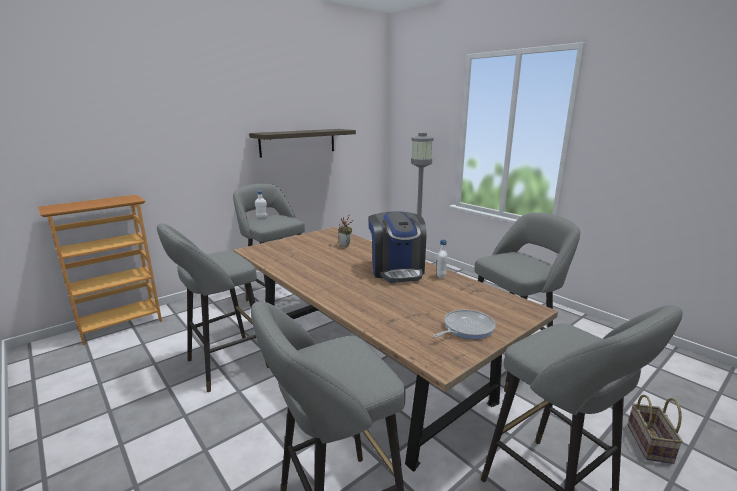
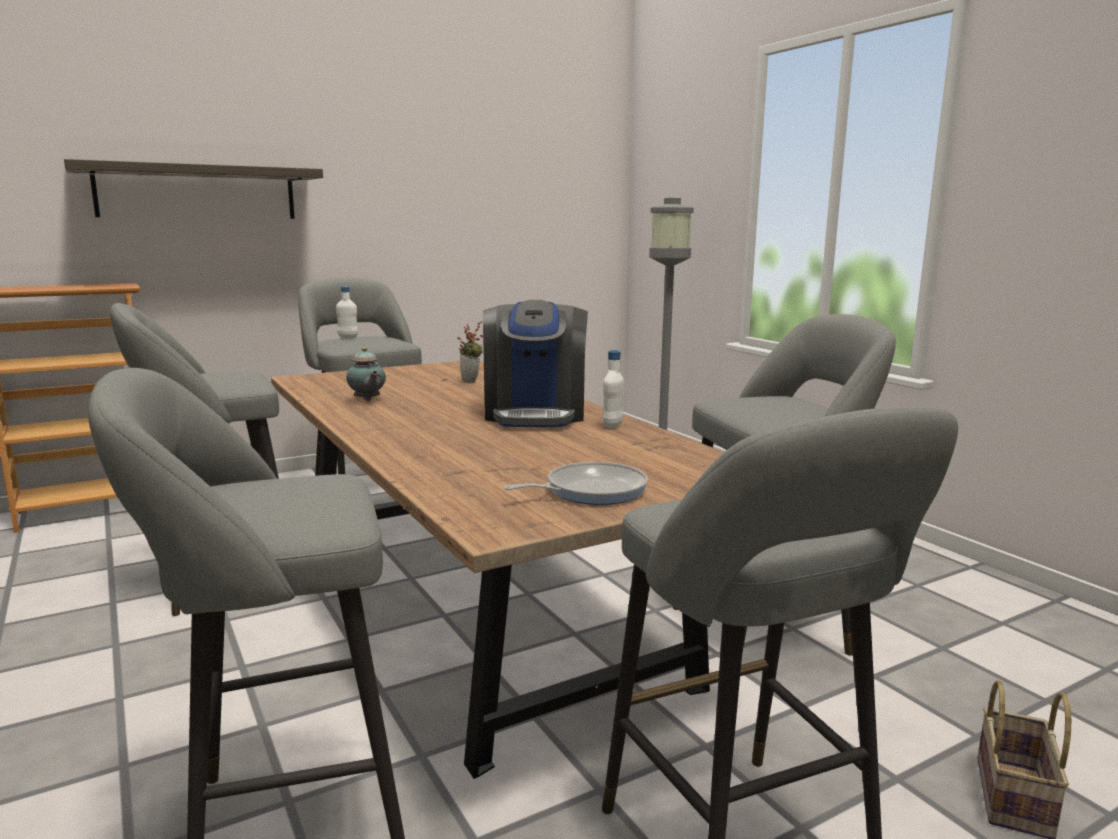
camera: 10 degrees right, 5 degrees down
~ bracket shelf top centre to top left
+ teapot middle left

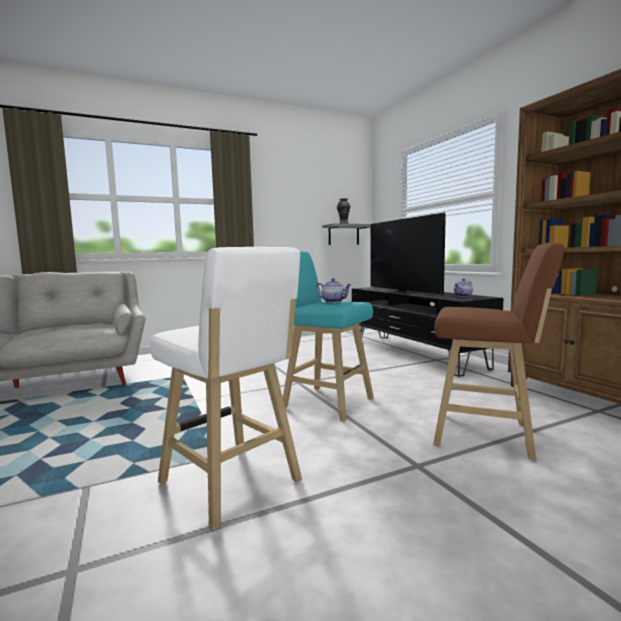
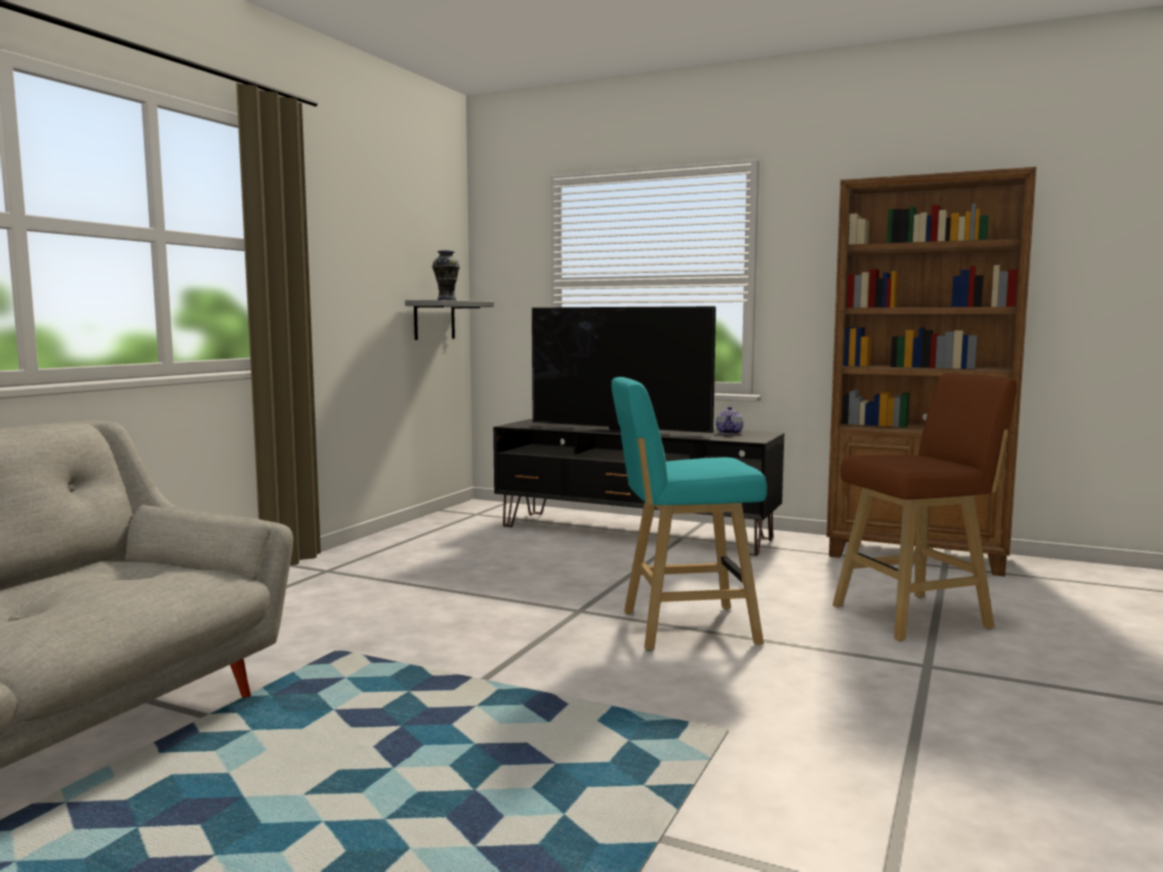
camera: 40 degrees left, 0 degrees up
- white stool seat centre
- teapot (no. 1 from left) centre

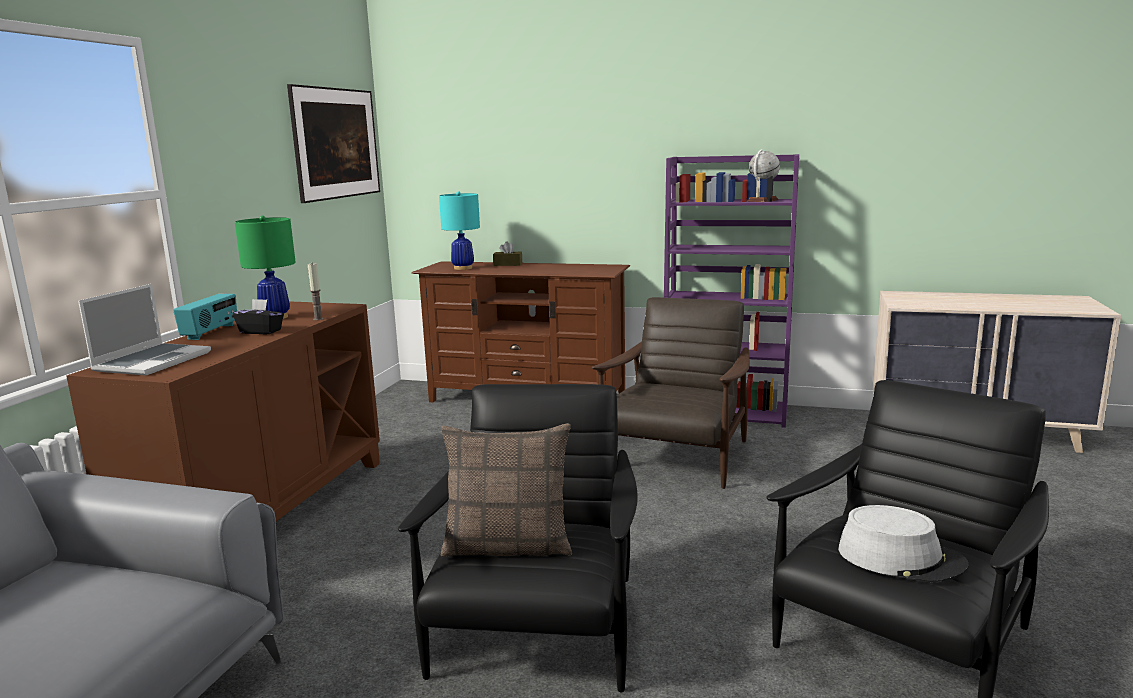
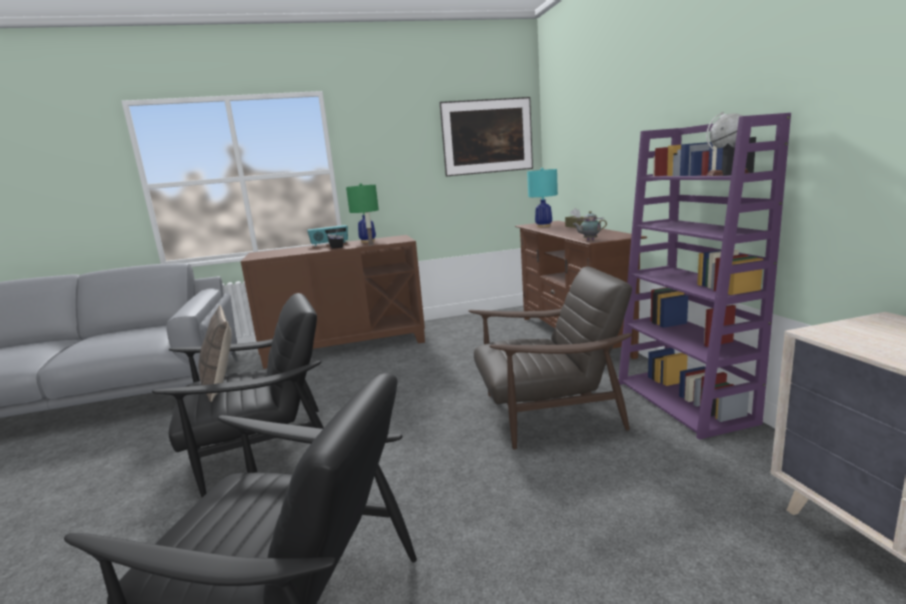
camera: 60 degrees right, 0 degrees up
+ teapot centre
- portable computer middle left
- greyish wearable hat bottom right

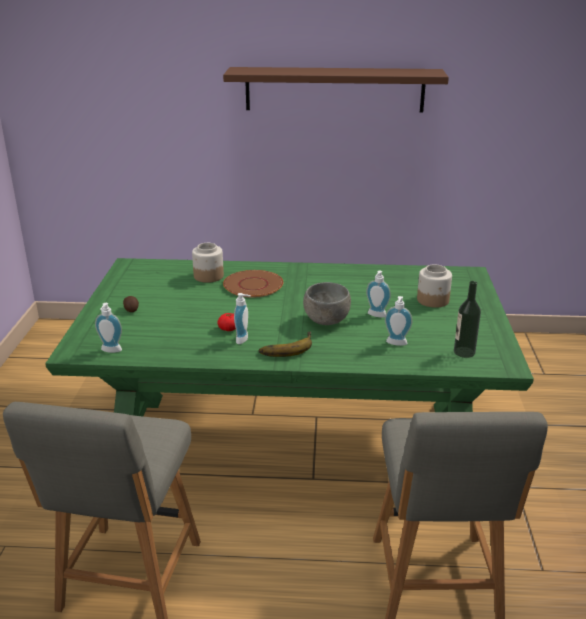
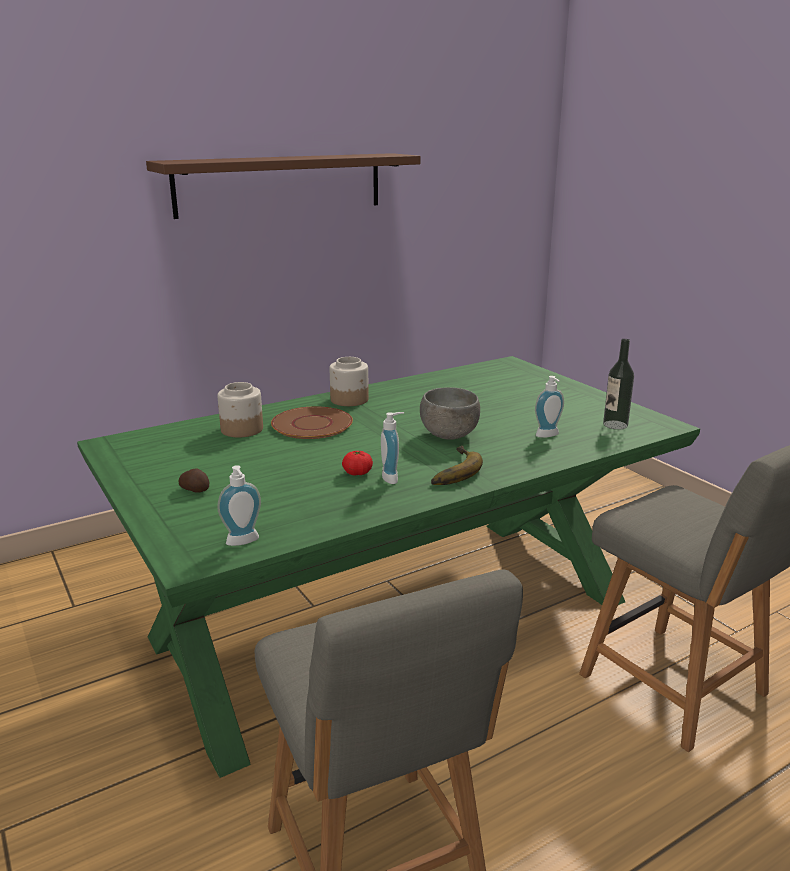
camera: 35 degrees left, 5 degrees down
~ preserve jar (no. 2 from left) middle right to centre
- soap dispenser (no. 3 from left) centre

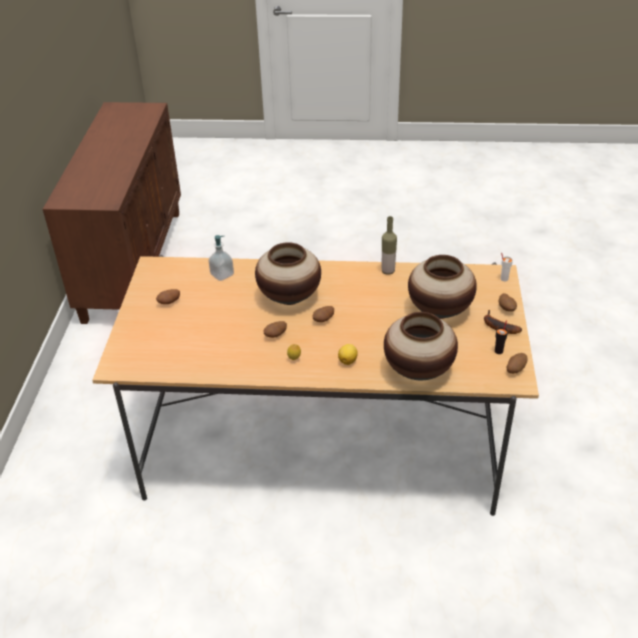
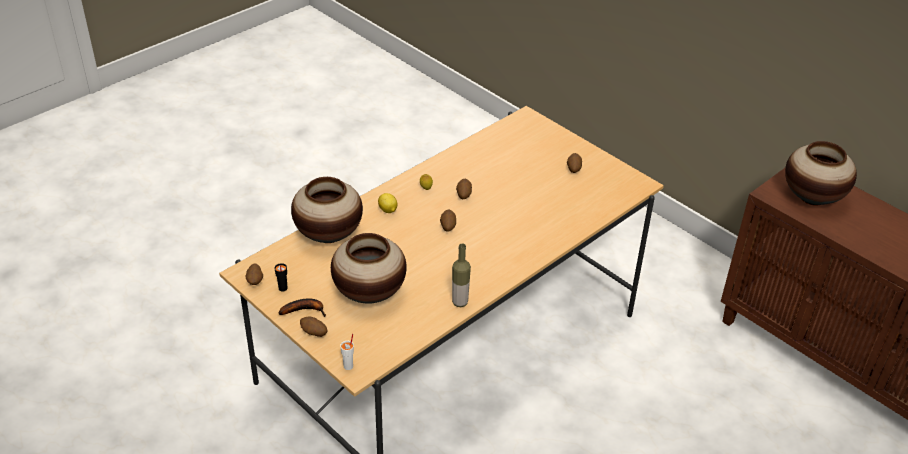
camera: 130 degrees right, 0 degrees up
~ flower vase (no. 1 from left in the first image) centre to flower vase (no. 3 from left) middle right
- soap dispenser centre

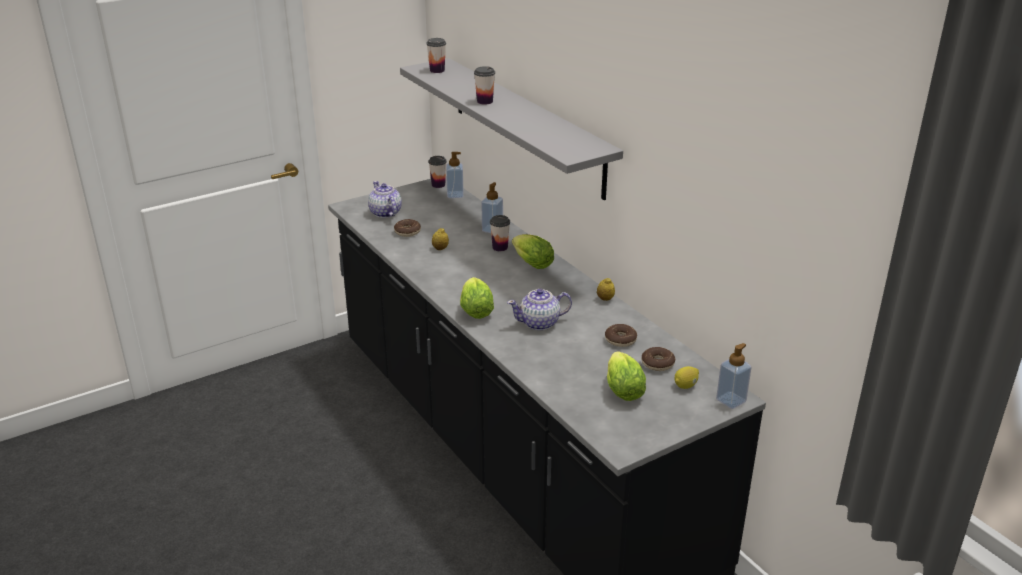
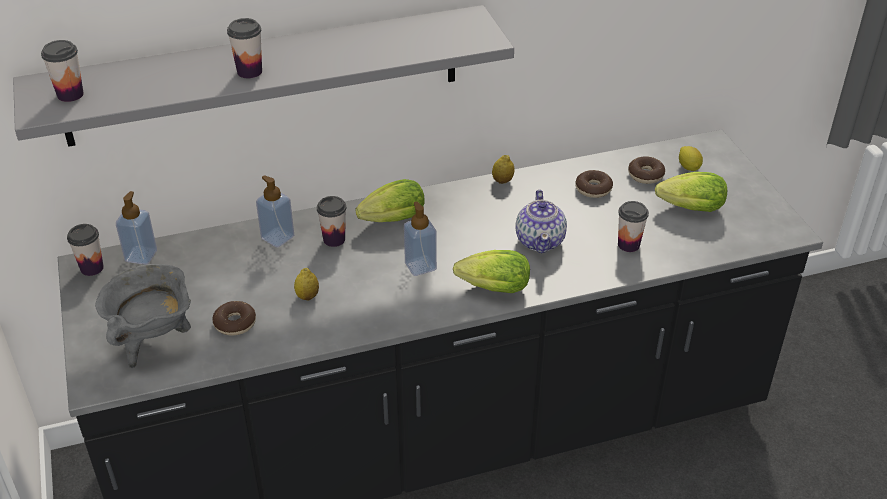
camera: 75 degrees left, 10 degrees up
~ teapot (no. 1 from left) centre to greyish stockpot middle left
~ soap dispenser (no. 3 from left) middle right to centre
+ small cup (no. 5 from left) middle right

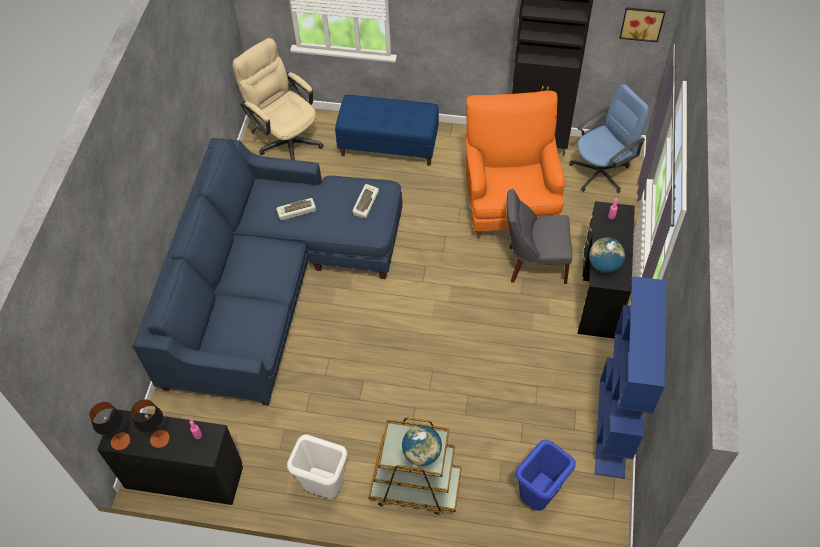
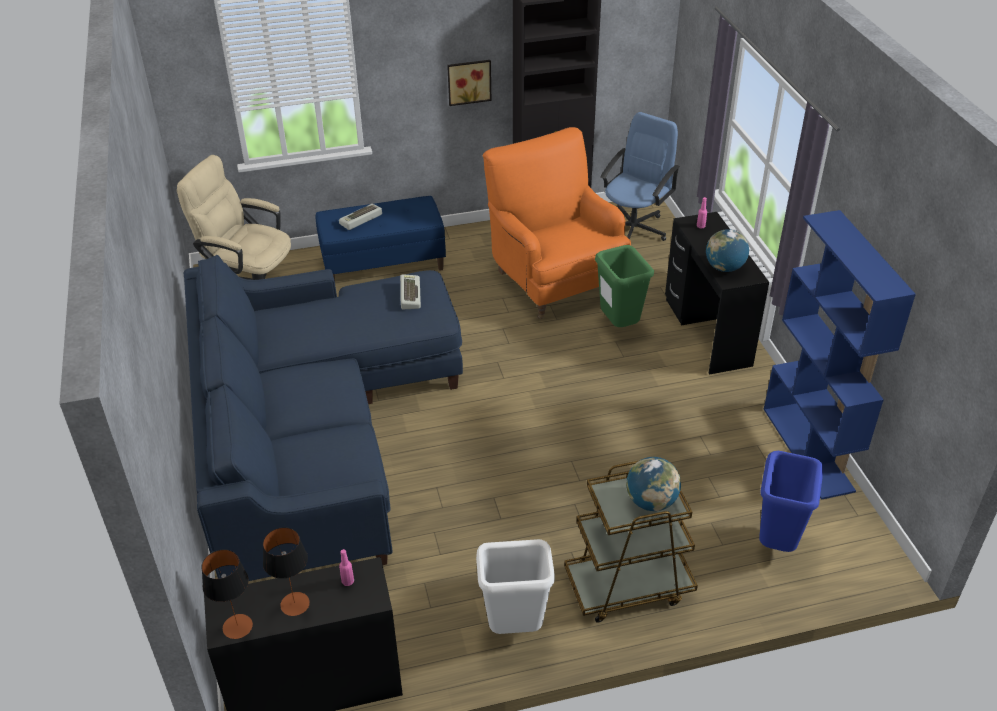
camera: 25 degrees left, 15 degrees down
~ computer keyboard (no. 1 from left) centre to top centre
~ picture top right to top centre
~ greyish chair centre to green rubbish bin centre

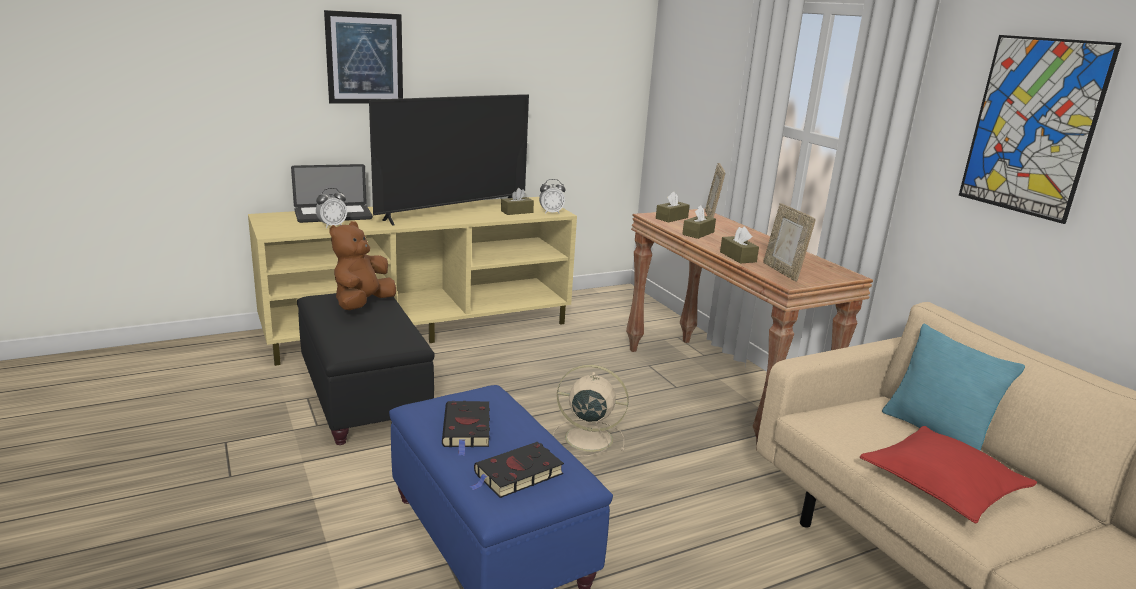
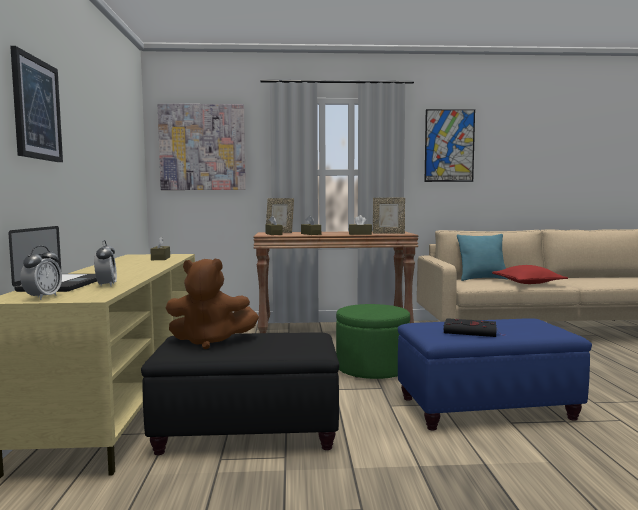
camera: 65 degrees left, 15 degrees down
~ bedside clock (no. 2 from left in the first image) top centre to bedside clock (no. 1 from left) middle left
+ picture (no. 2 from left) top left
~ brown-coloured plush toy middle left = middle left 45 degrees counterclockwise
~ sand-coloured fan bottom centre to green pouffe bottom centre
- TV set top centre
- black-coloured bound book (no. 2 from left) bottom centre

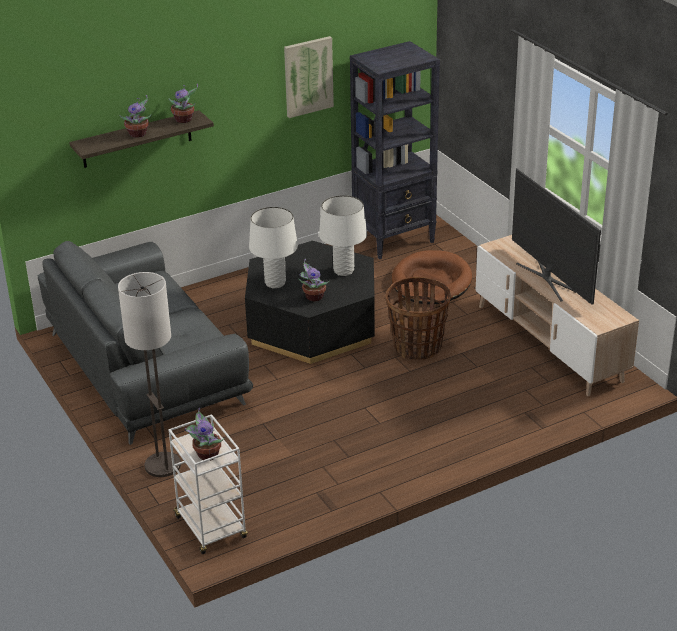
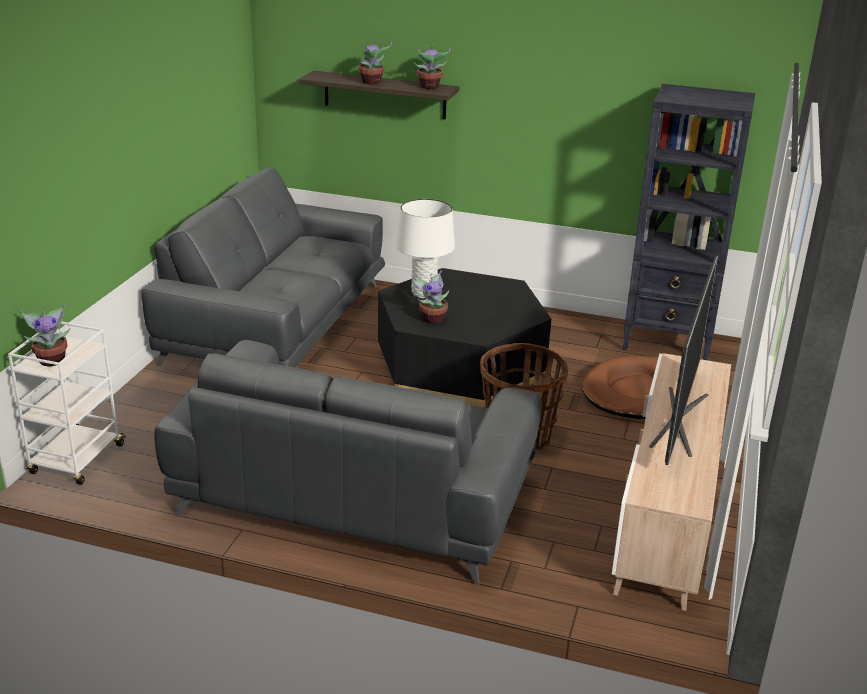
camera: 45 degrees right, 5 degrees down
+ greyish sofa (no. 2 from left) centre
- standing lamp middle left
- picture top centre
- white table lamp (no. 2 from left) centre

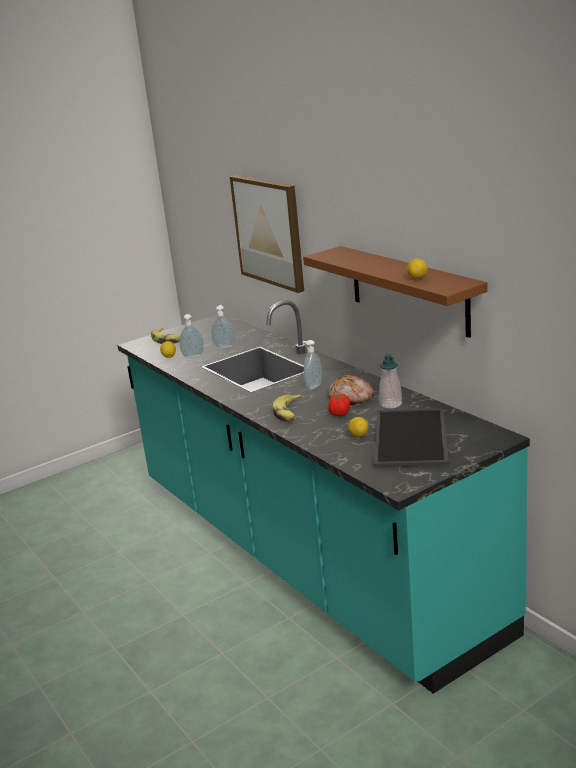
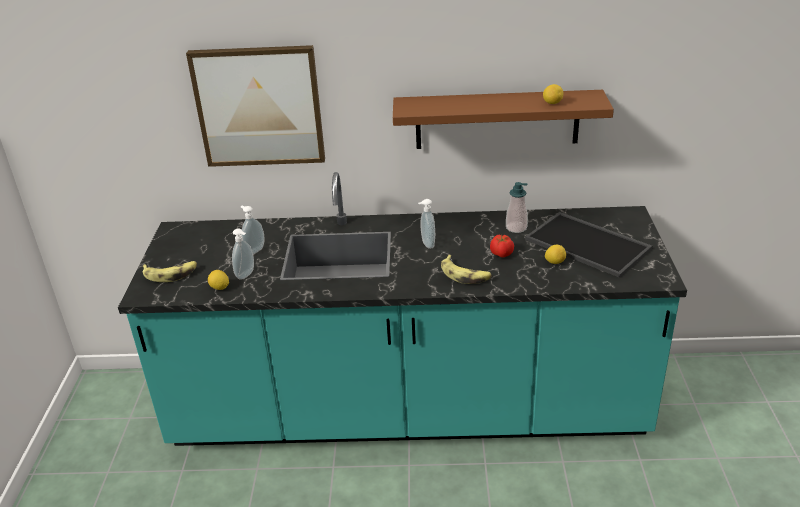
camera: 55 degrees left, 10 degrees up
- bakery bread centre

